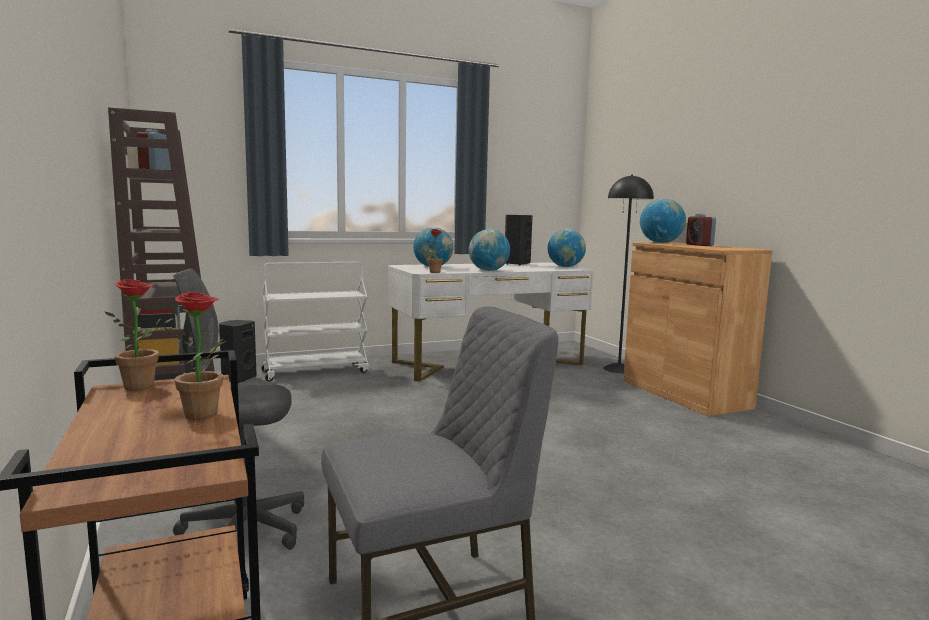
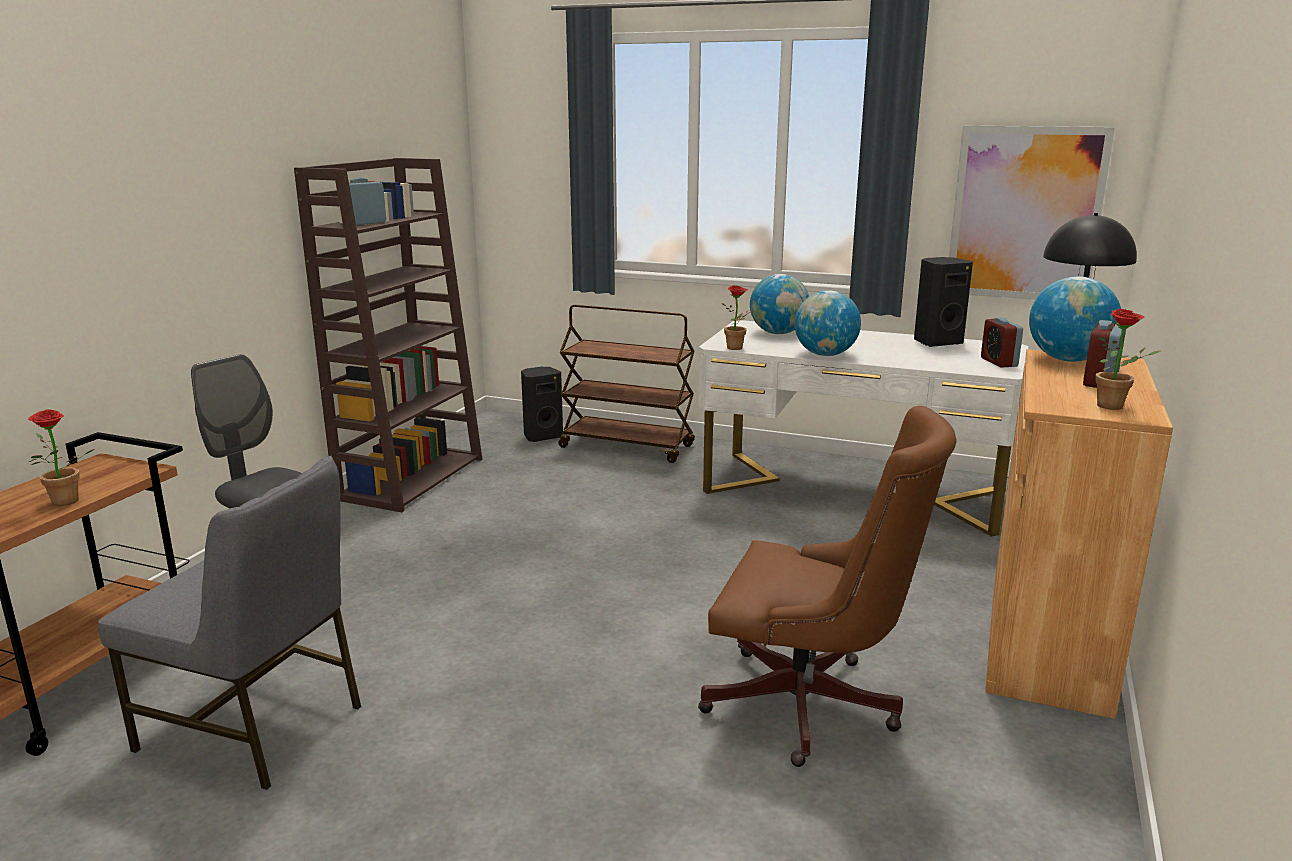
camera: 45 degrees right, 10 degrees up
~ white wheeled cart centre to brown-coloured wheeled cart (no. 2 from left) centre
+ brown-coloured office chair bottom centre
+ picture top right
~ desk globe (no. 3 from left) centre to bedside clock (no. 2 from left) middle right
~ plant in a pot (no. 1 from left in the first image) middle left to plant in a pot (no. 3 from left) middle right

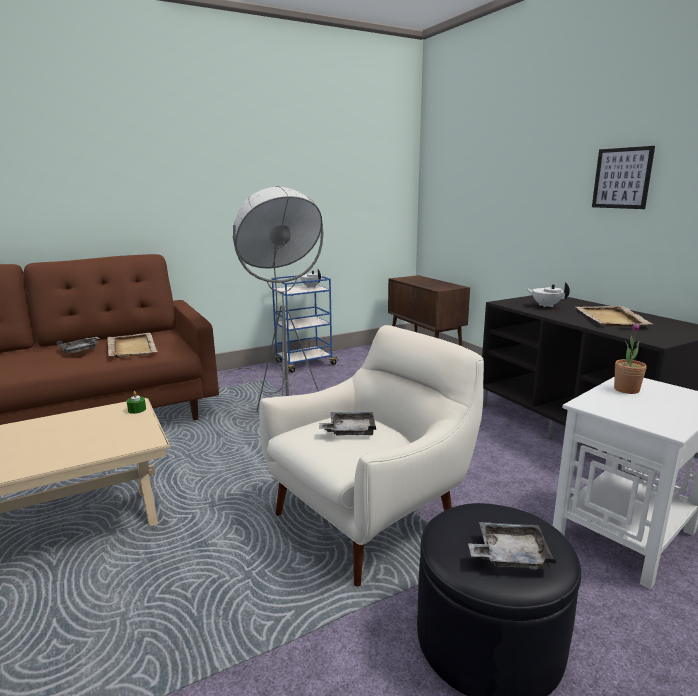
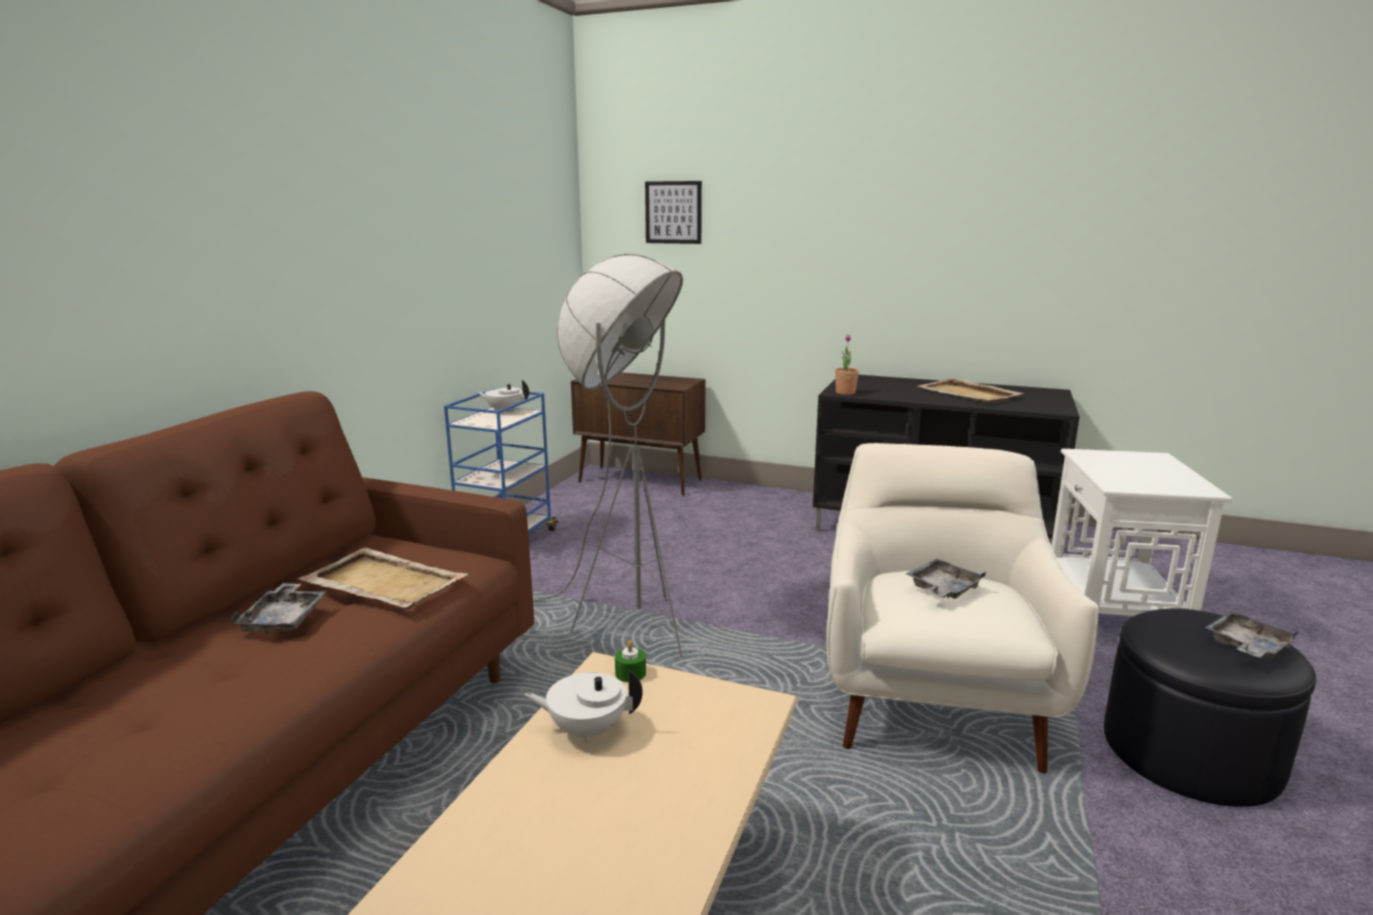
camera: 40 degrees left, 0 degrees up
~ white teapot (no. 2 from left) middle right to bottom centre
~ picture top right to top centre
~ plant in a pot middle right to centre

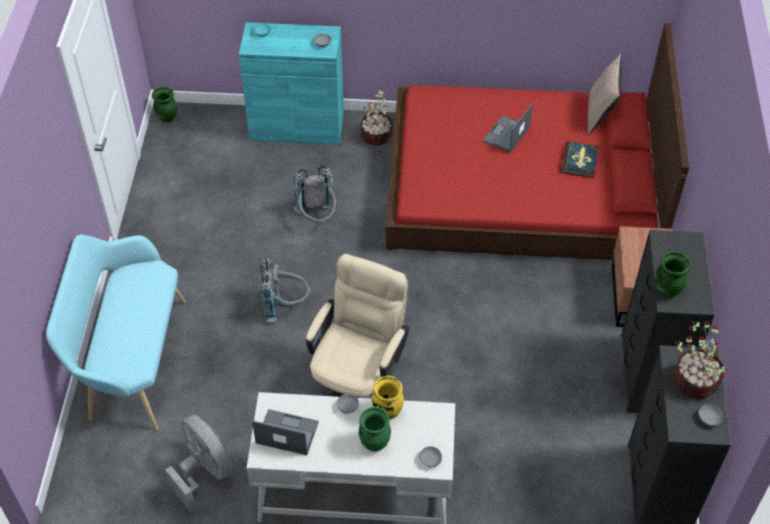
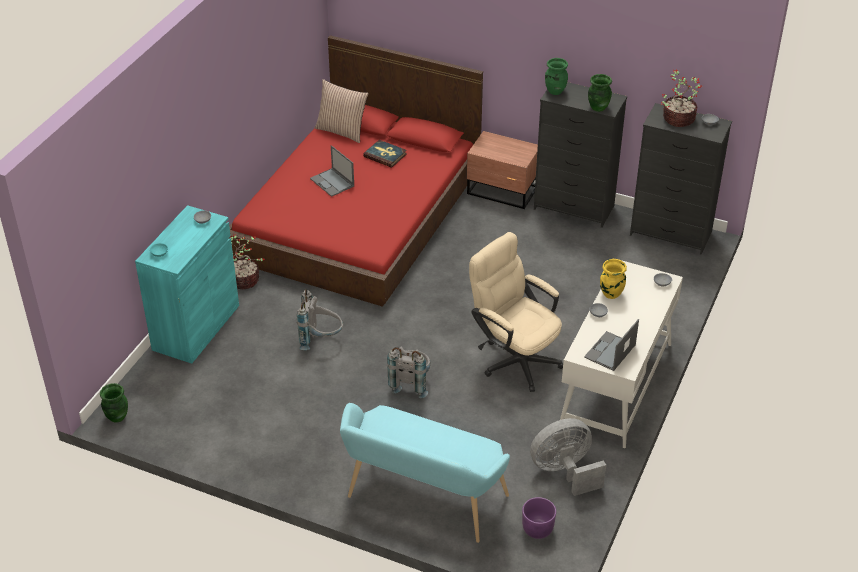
camera: 70 degrees left, 10 degrees down
+ purple-coloured plant pot bottom centre
~ green flower vase (no. 2 from left) bottom centre to top centre

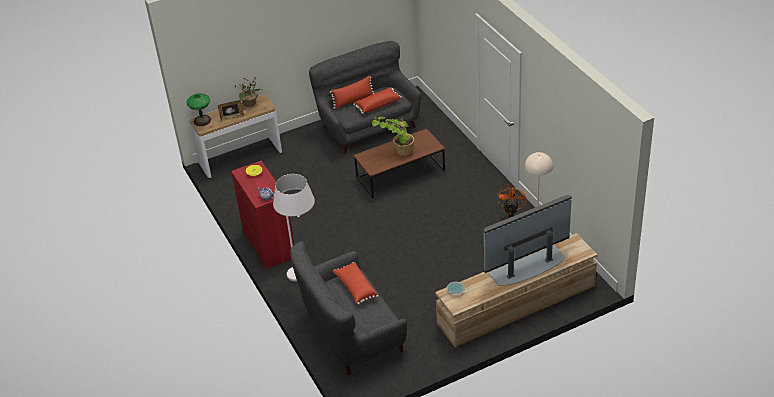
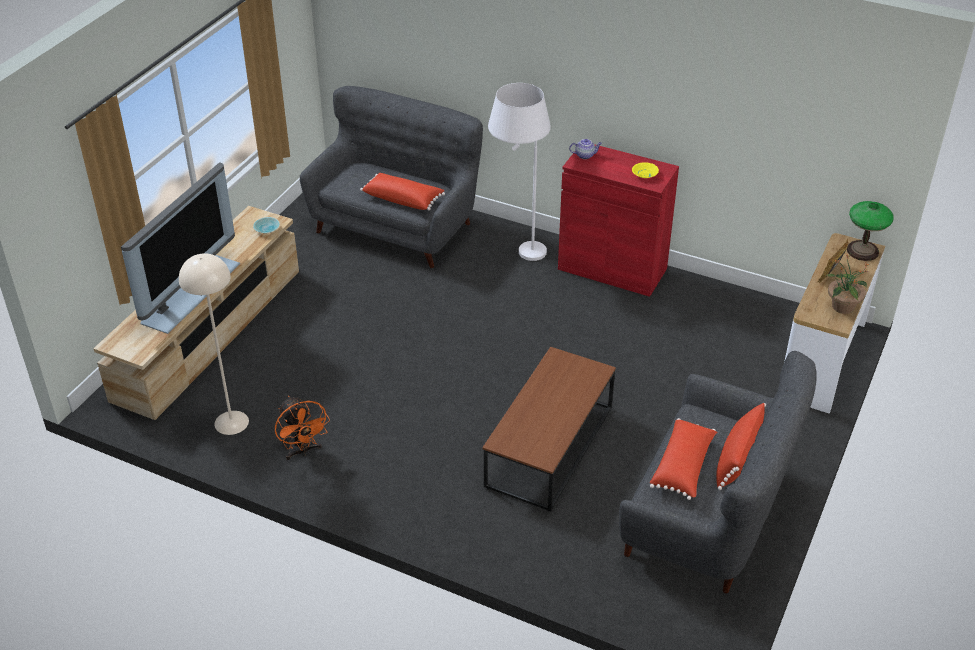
camera: 140 degrees right, 0 degrees up
- plant in a pot (no. 2 from left) centre

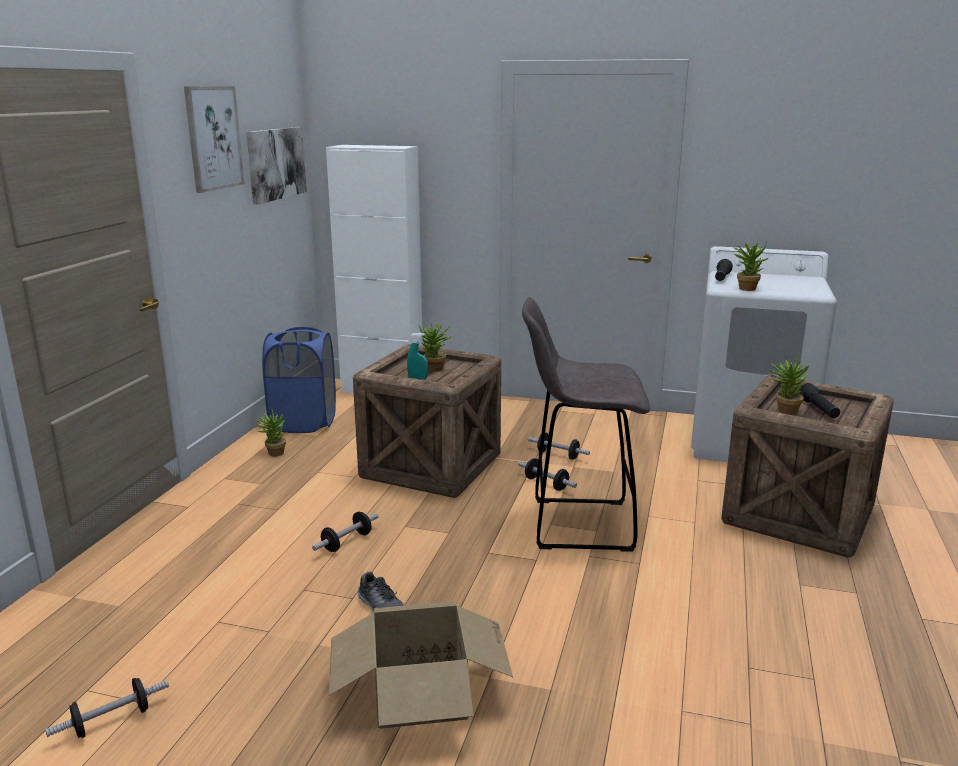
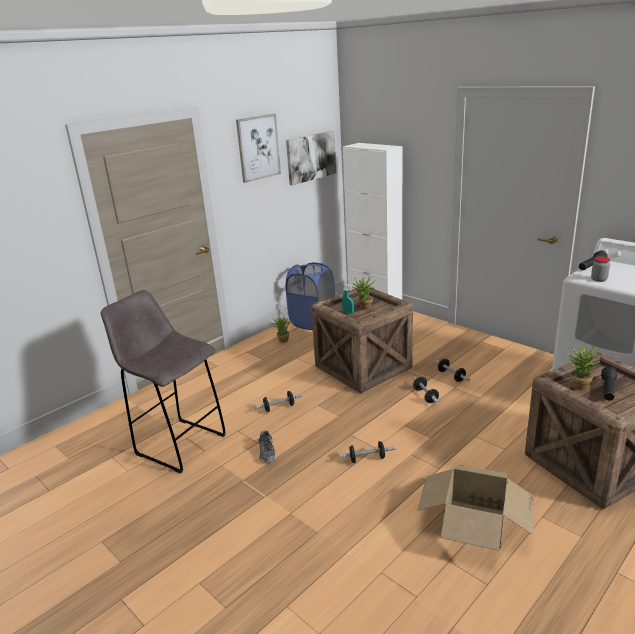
camera: 30 degrees right, 5 degrees up
~ greyish stool seat centre to middle left
~ hand weight (no. 1 from left in the first image) bottom left to hand weight (no. 2 from left) bottom centre
~ carton bottom centre to bottom right
~ plant in a pot (no. 3 from left) middle right to preserve jar middle right

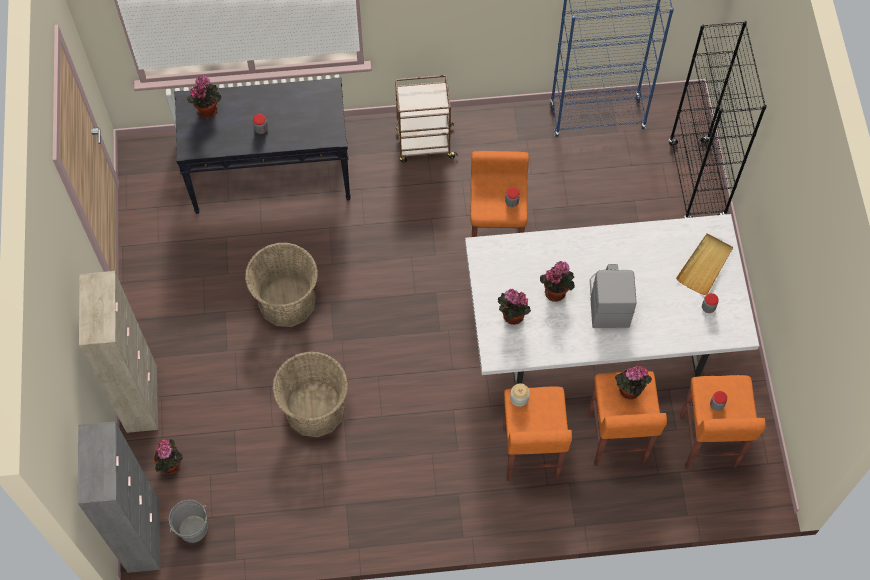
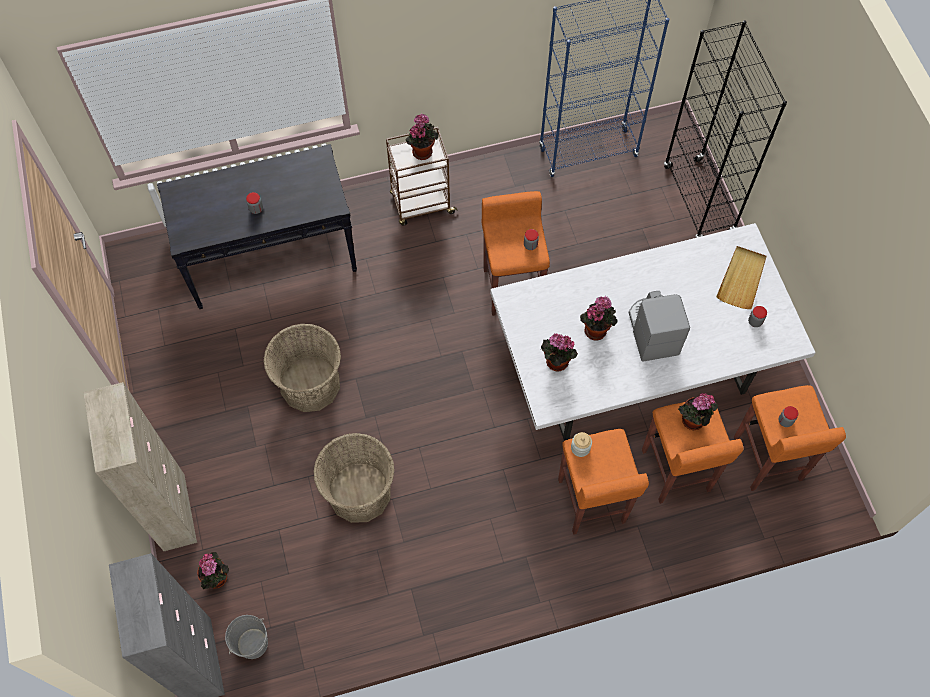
camera: 10 degrees left, 0 degrees up
~ plant in a pot (no. 2 from left) top left to top centre

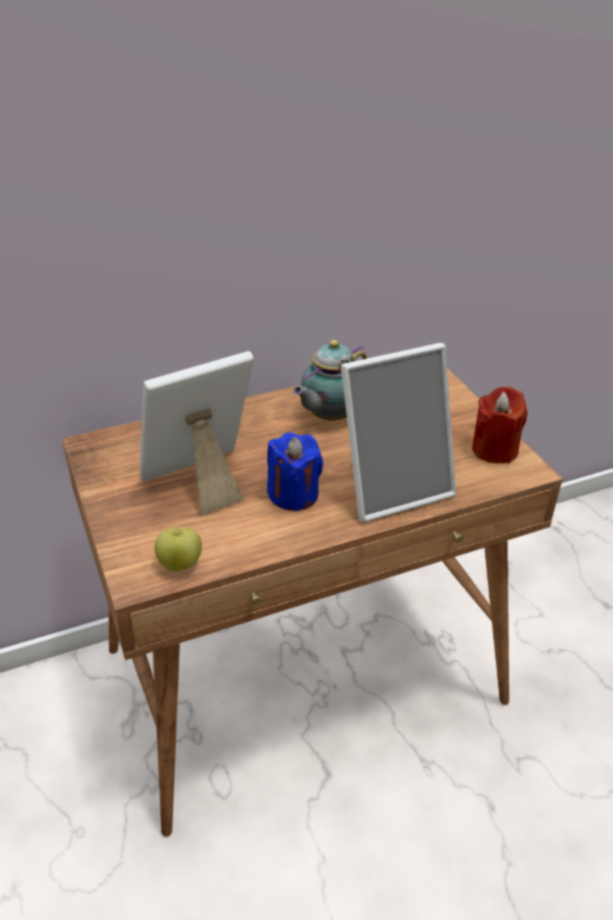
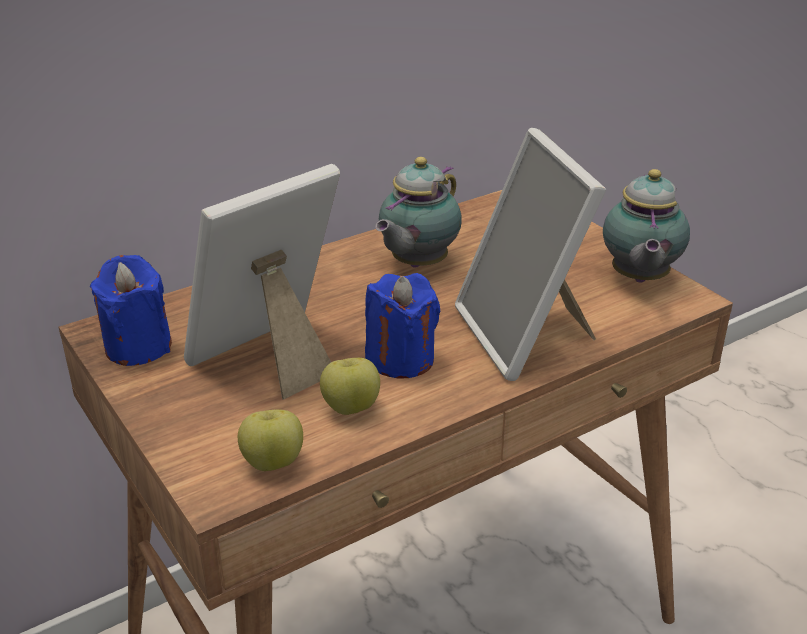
camera: 10 degrees left, 5 degrees down
+ bluish wax candle (no. 1 from left) middle left
+ apple (no. 2 from left) centre
~ picture frame (no. 2 from left) centre = centre 105 degrees clockwise
~ red wax candle middle right to teapot (no. 2 from left) middle right

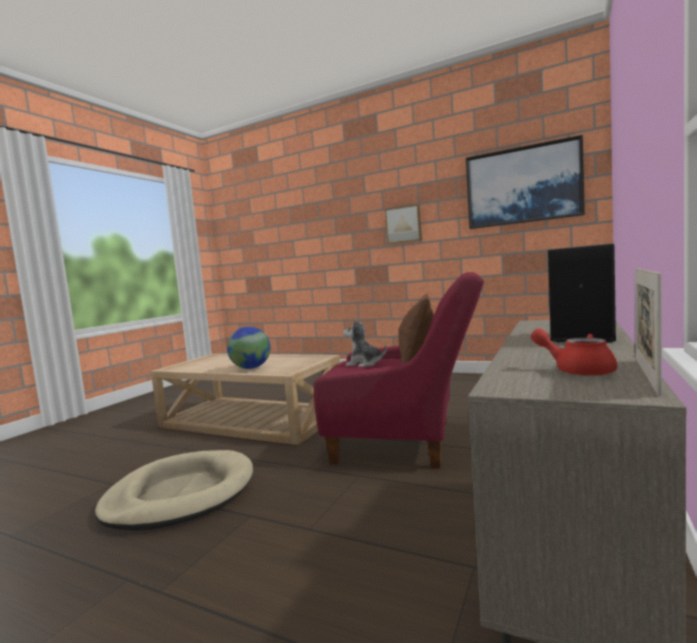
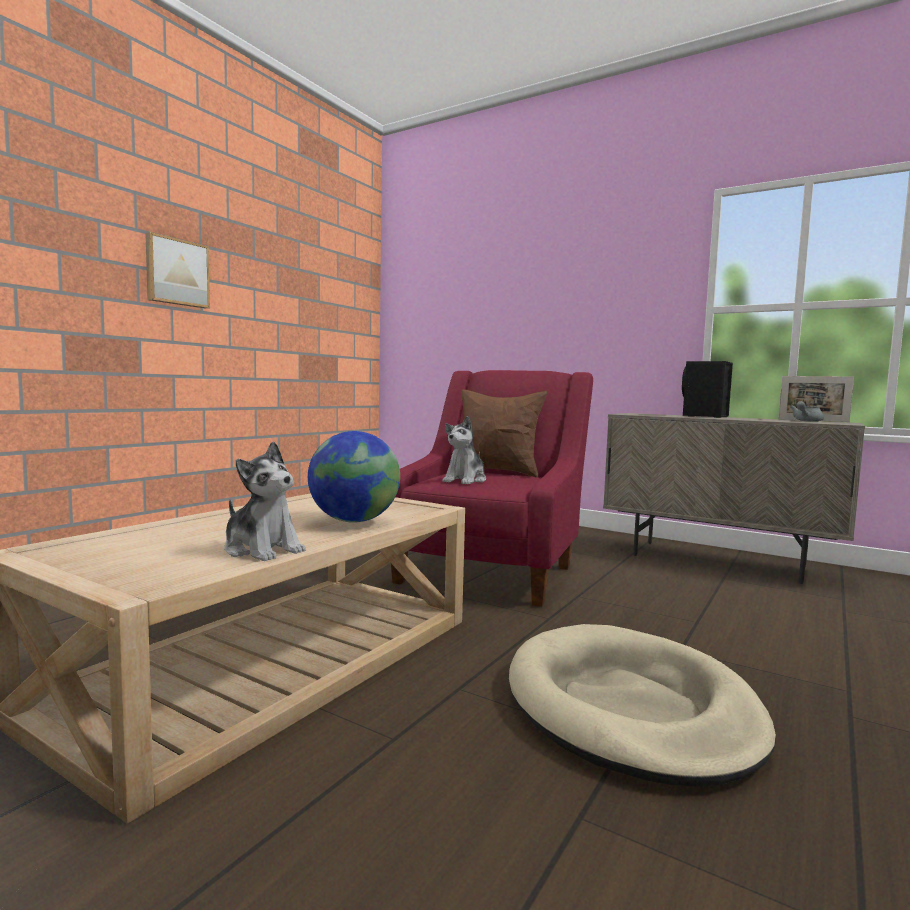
camera: 85 degrees left, 0 degrees up
+ plush toy (no. 1 from left) middle left
~ red teapot middle right to greyish teapot middle right
- picture (no. 2 from left) top right

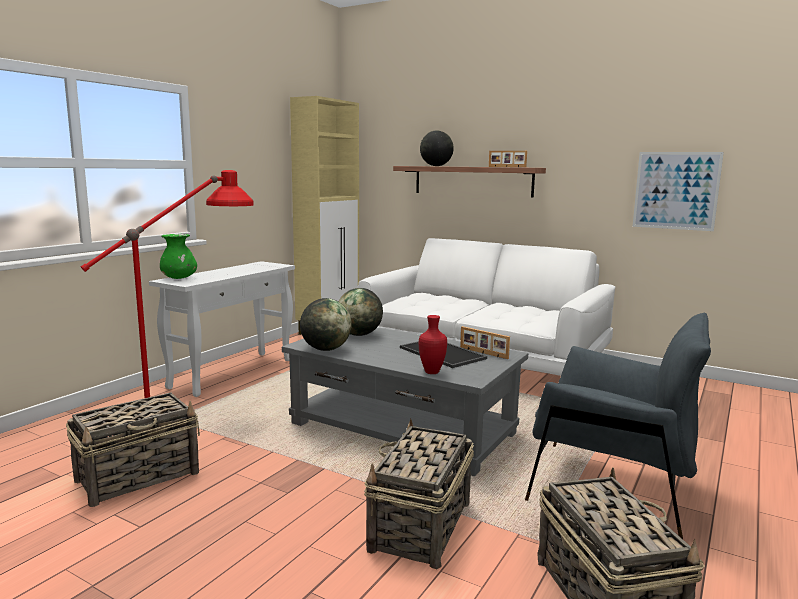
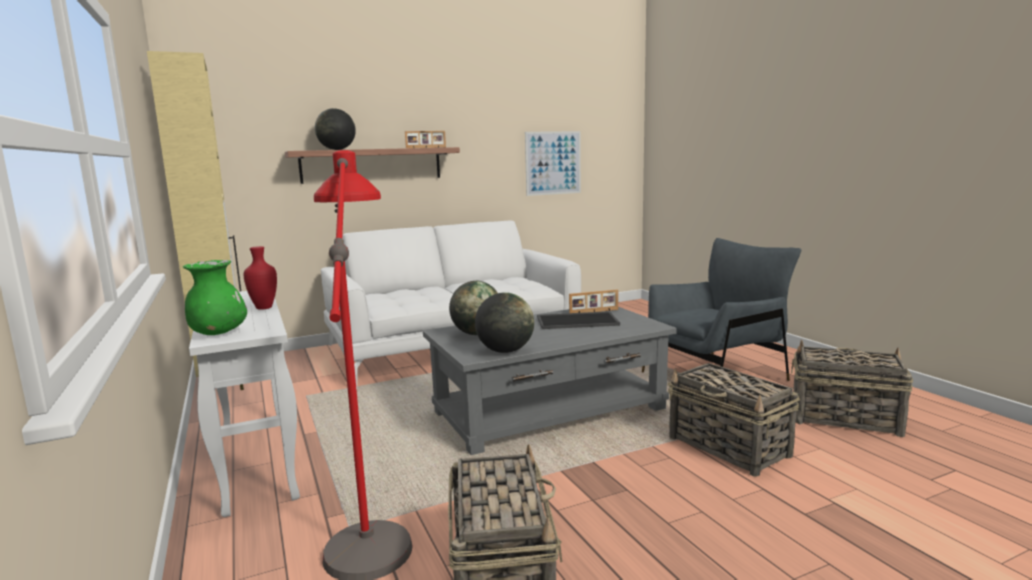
camera: 55 degrees left, 0 degrees up
~ red flower vase centre to middle left

